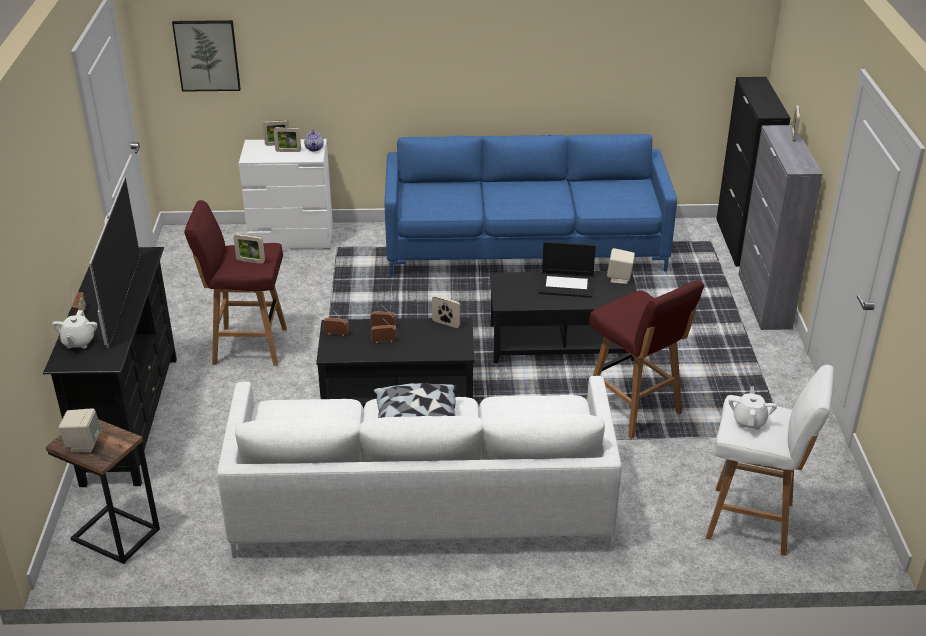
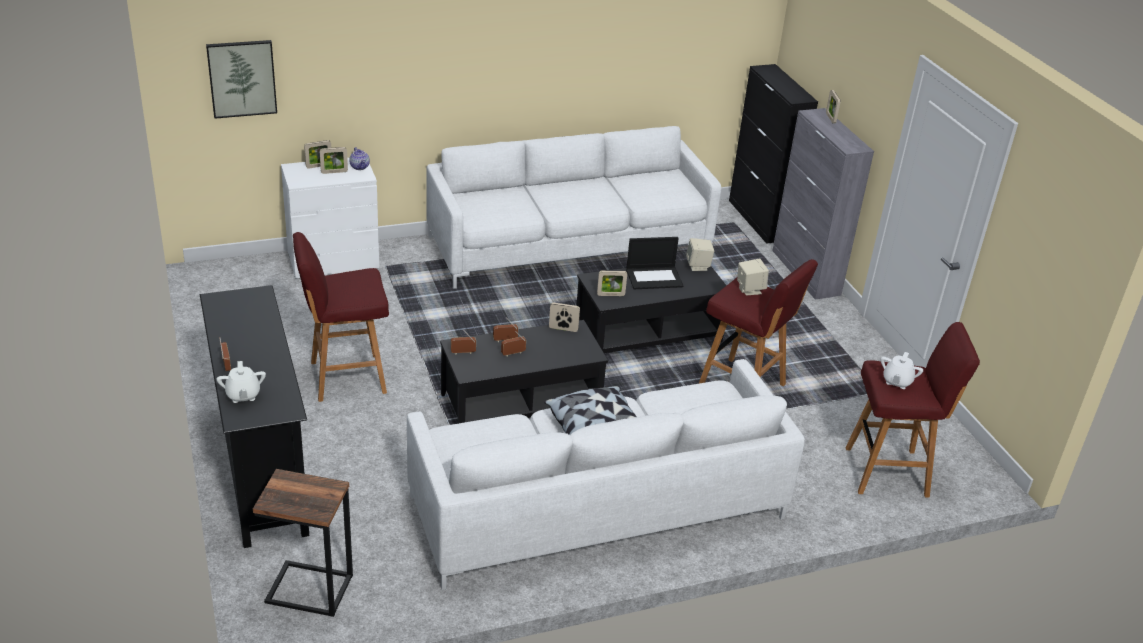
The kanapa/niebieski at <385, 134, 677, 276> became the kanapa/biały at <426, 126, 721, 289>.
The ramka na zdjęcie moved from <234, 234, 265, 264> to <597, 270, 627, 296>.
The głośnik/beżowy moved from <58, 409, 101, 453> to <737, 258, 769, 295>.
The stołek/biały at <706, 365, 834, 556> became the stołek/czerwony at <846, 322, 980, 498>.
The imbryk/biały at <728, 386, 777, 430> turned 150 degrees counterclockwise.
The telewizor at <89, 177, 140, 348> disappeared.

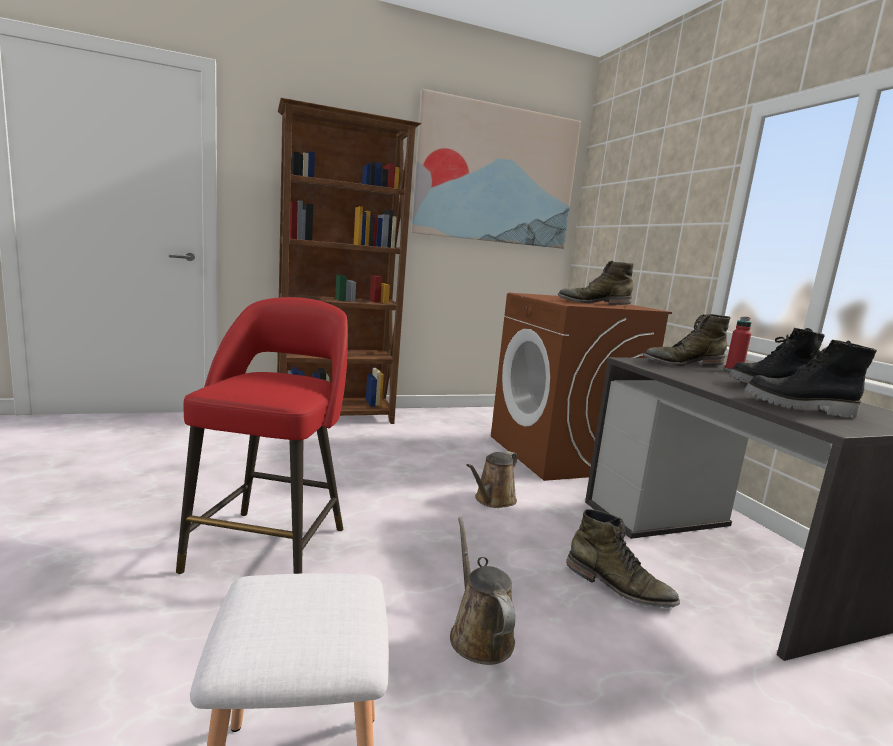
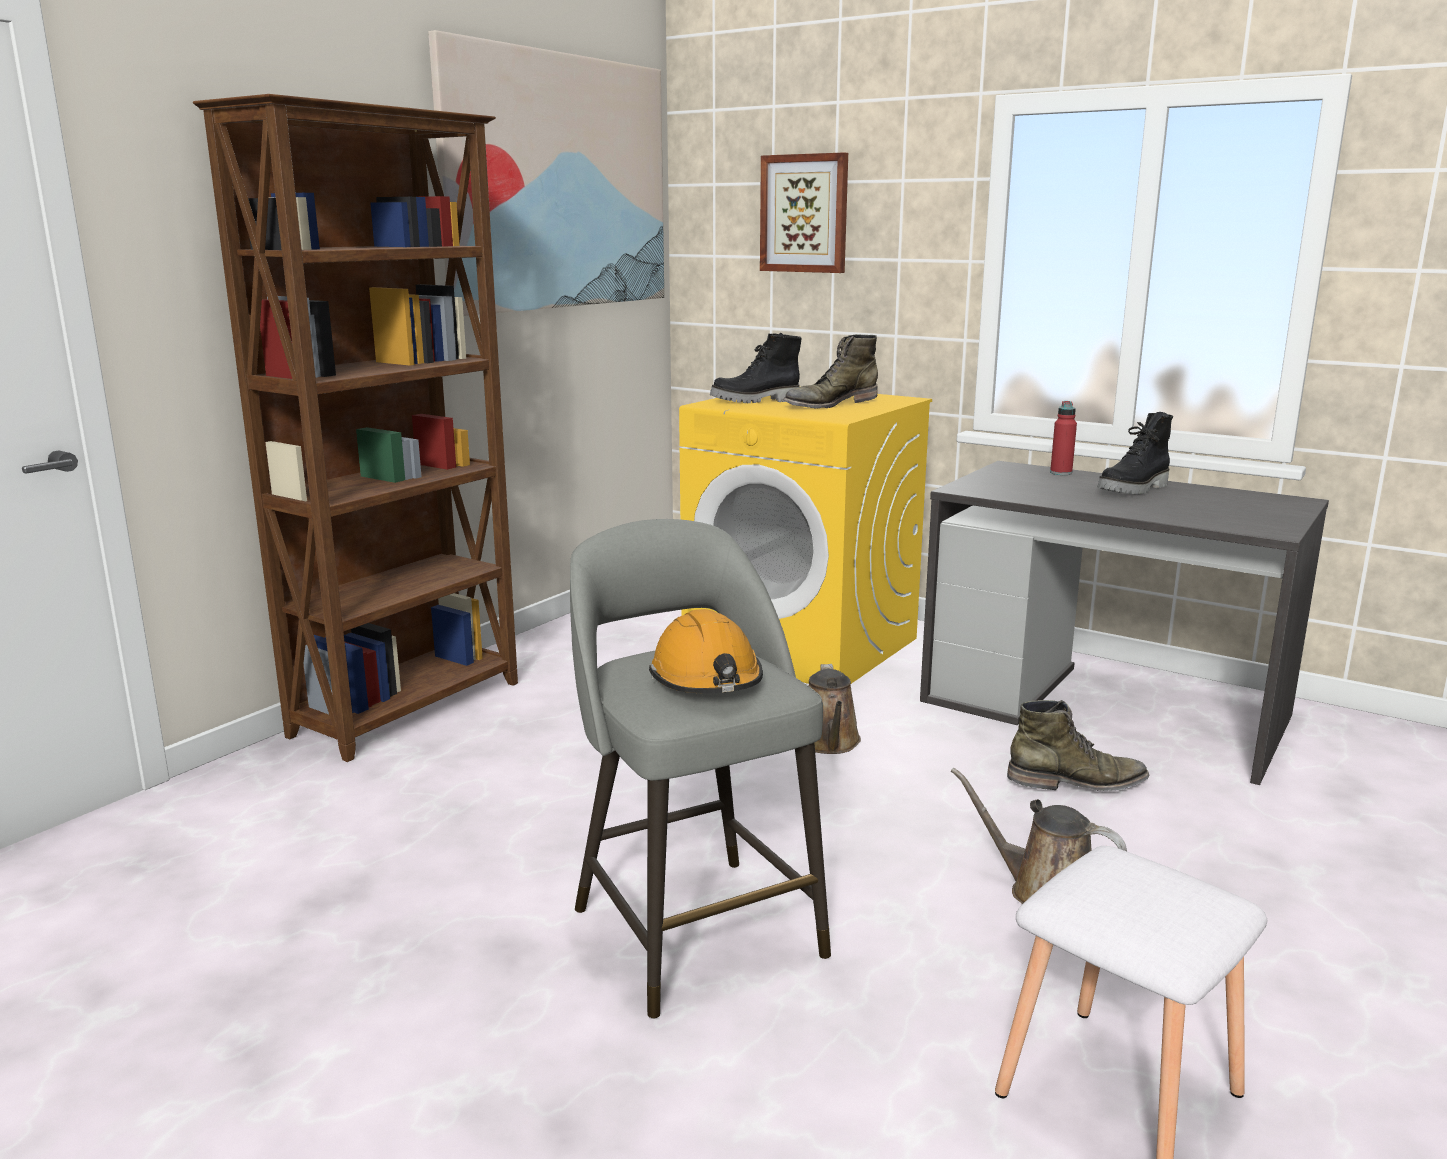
The stołek/czerwony at <176, 297, 348, 574> became the stołek/szary at <570, 519, 831, 1019>.
The kask/pomarańczowy at <649, 609, 763, 693> appeared.
The pralka/brązowy at <491, 293, 672, 481> became the pralka/żółty at <679, 394, 932, 684>.
The but z cholewką/czarny moved from <744, 339, 877, 418> to <710, 332, 802, 403>.
The obraz at <760, 152, 848, 273> appeared.
The but z cholewką/zielony at <643, 314, 730, 366> disappeared.

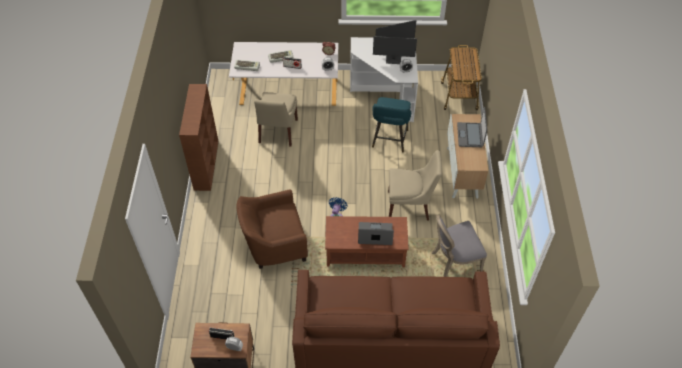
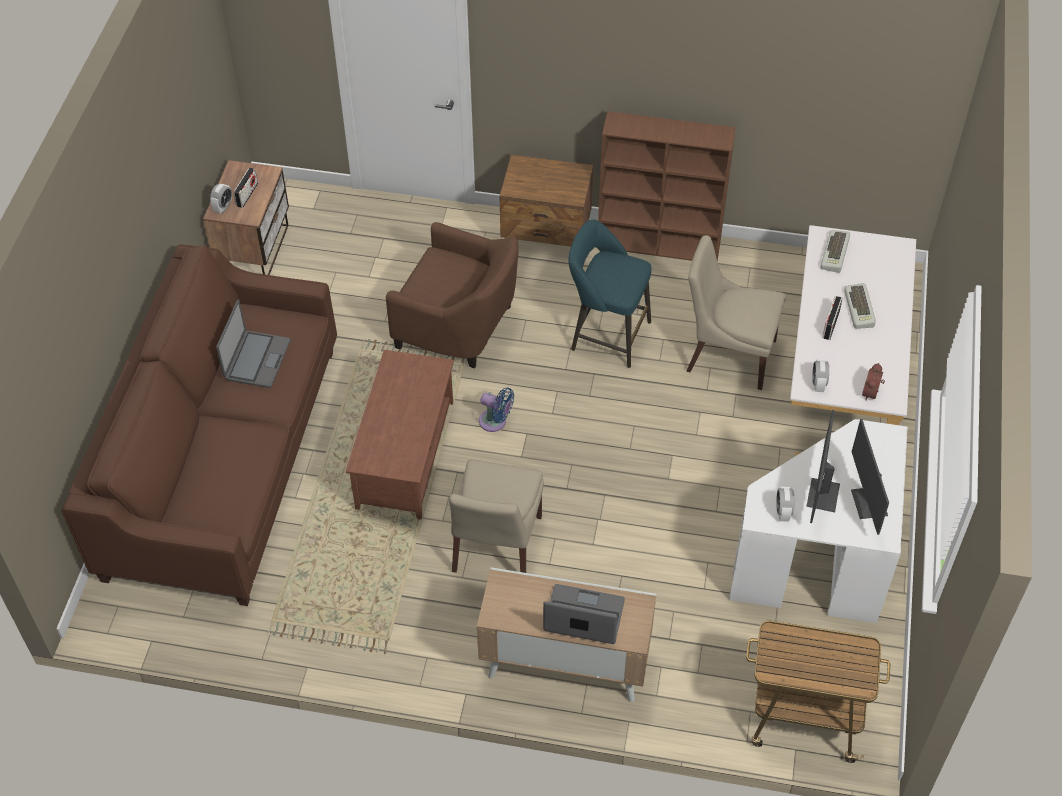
The laptop moved from <358, 222, 394, 245> to <216, 300, 290, 388>.
The fotel/brązowy at <237, 190, 308, 269> turned 120 degrees clockwise.
The szafka nocna/brązowy at <499, 155, 593, 247> appeared.
The stołek/turkusowy moved from <372, 97, 411, 152> to <568, 219, 651, 368>.
The krzesło/szary at <432, 215, 487, 277> disappeared.

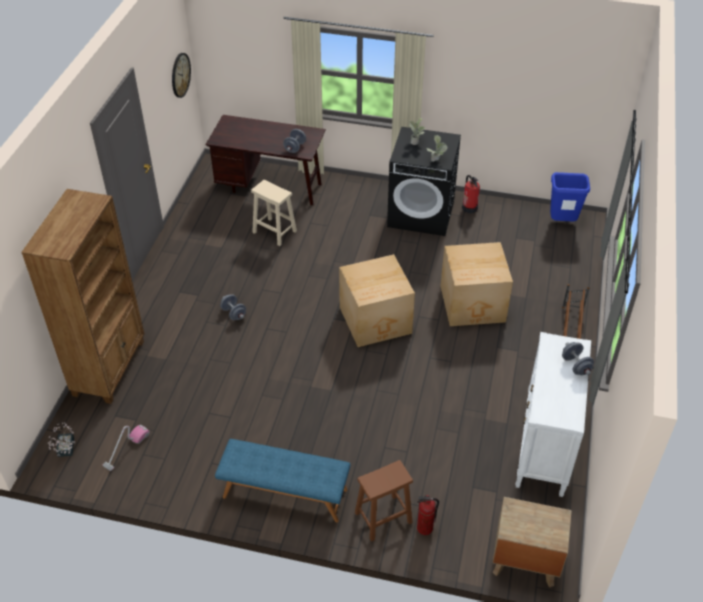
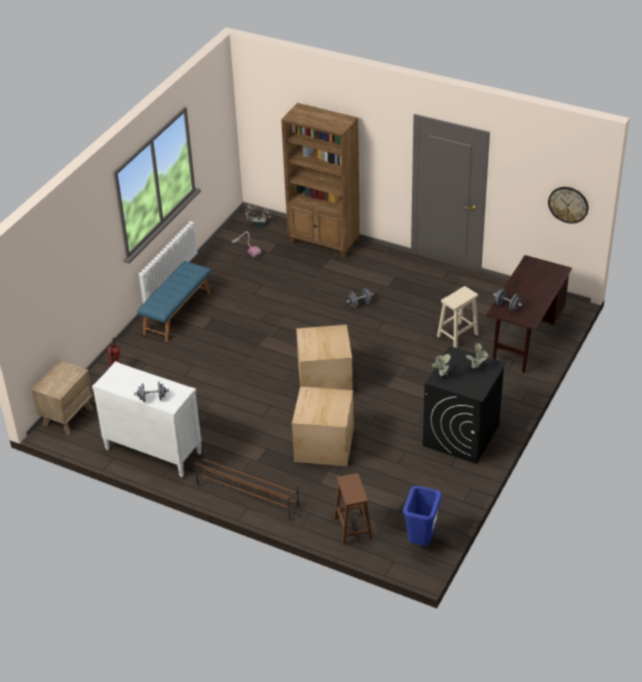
The stołek/brązowy moved from <355, 460, 413, 541> to <334, 473, 372, 545>.
The gaśnica at <462, 175, 480, 213> disappeared.

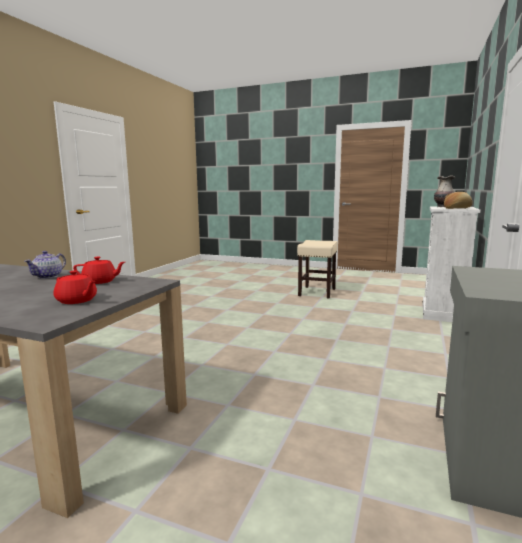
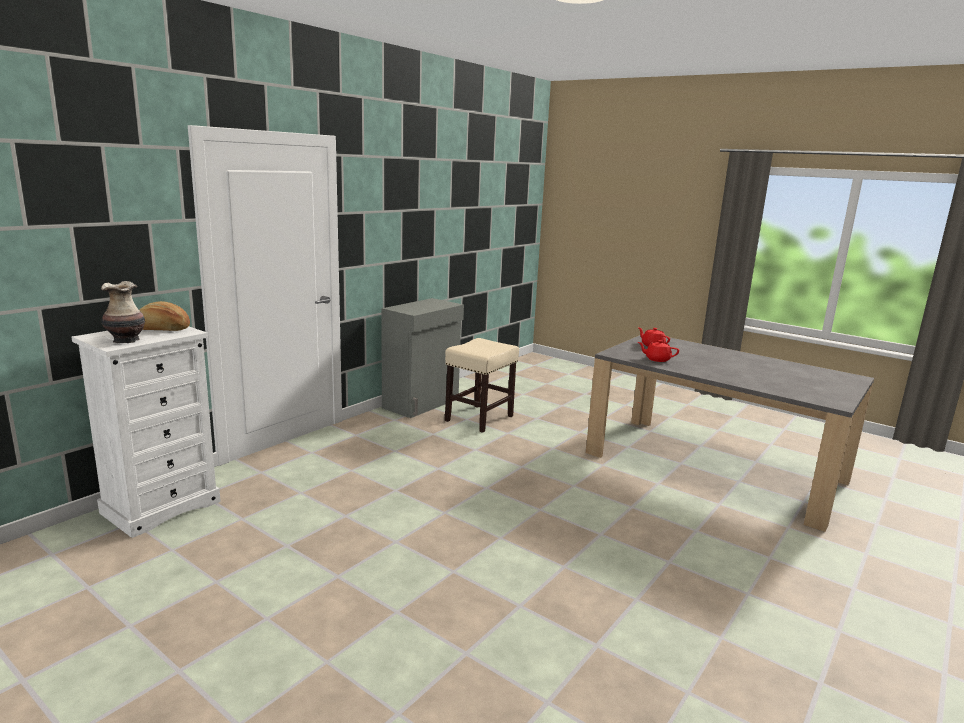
The stołek/beżowy moved from <297, 240, 338, 299> to <445, 338, 519, 433>.
The imbryk at <24, 251, 66, 279> disappeared.

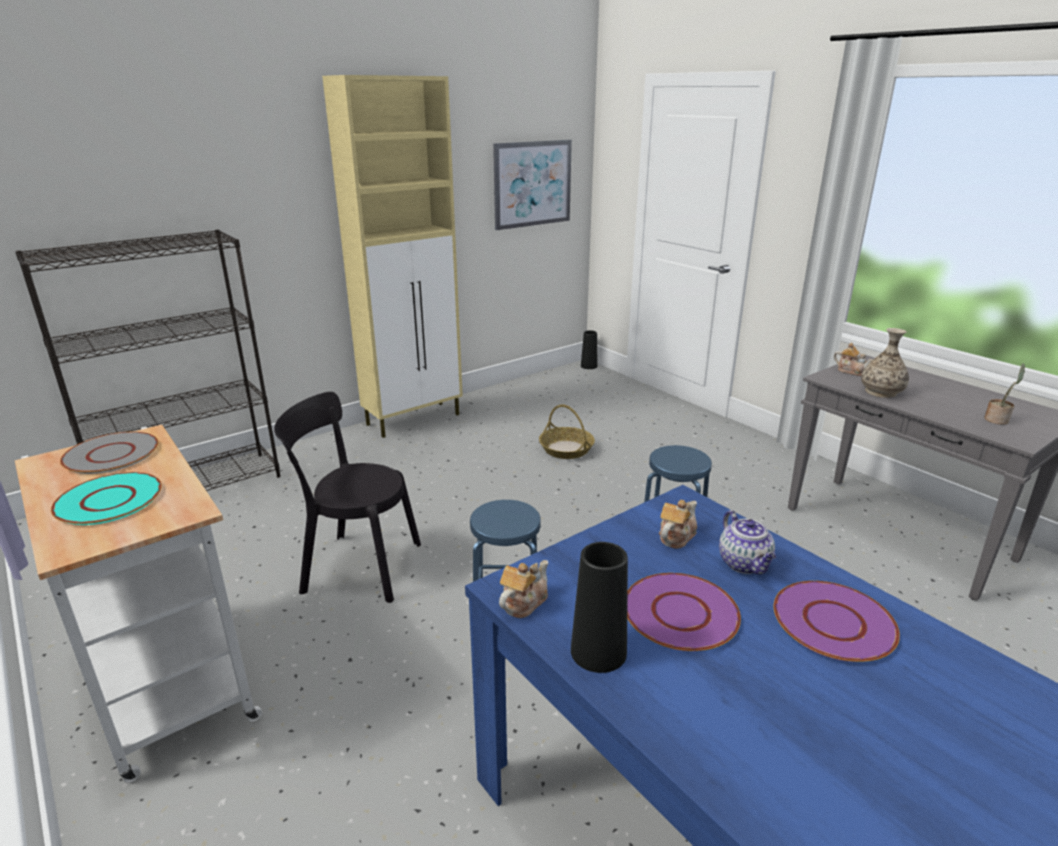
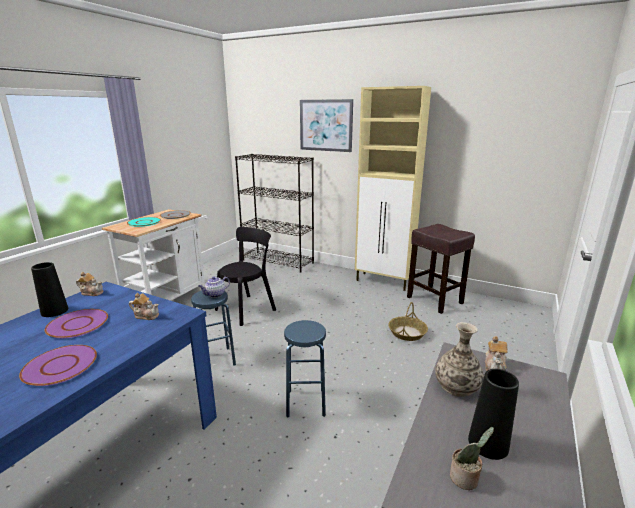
The imbryk moved from <719, 510, 776, 575> to <198, 277, 230, 298>.
The krzesło/czarny at <274, 392, 421, 603> turned 60 degrees clockwise.
The obraz moved from <493, 140, 572, 230> to <300, 99, 353, 152>.
The stołek/brązowy at <407, 224, 475, 314> appeared.
The wazon/czarny moved from <581, 330, 598, 369> to <468, 369, 519, 460>.

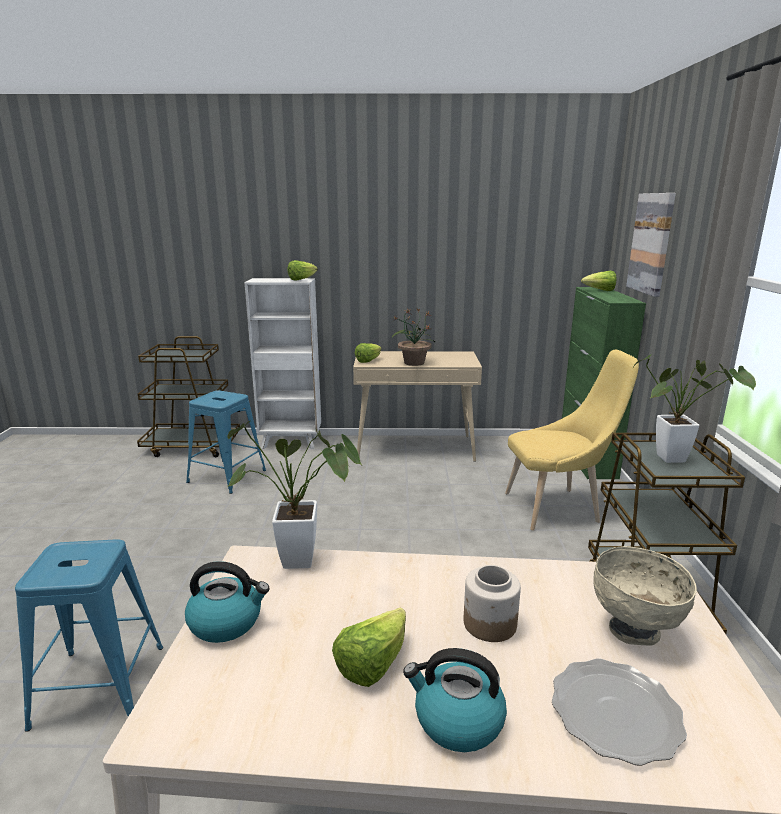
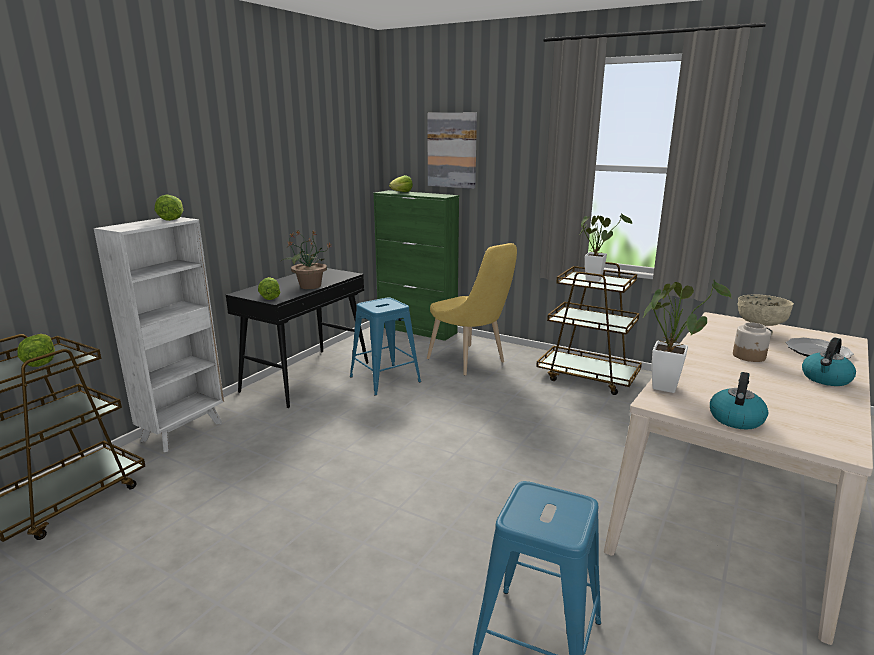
The sałata moved from <332, 607, 406, 687> to <17, 334, 55, 367>.
The stolik konsolowy/beżowy at <353, 351, 482, 462> became the stolik konsolowy/czarny at <226, 268, 369, 408>.
The stołek/niebieski moved from <186, 390, 266, 494> to <350, 297, 421, 396>.
The krzesło/żółty at <505, 349, 639, 531> turned 120 degrees clockwise.

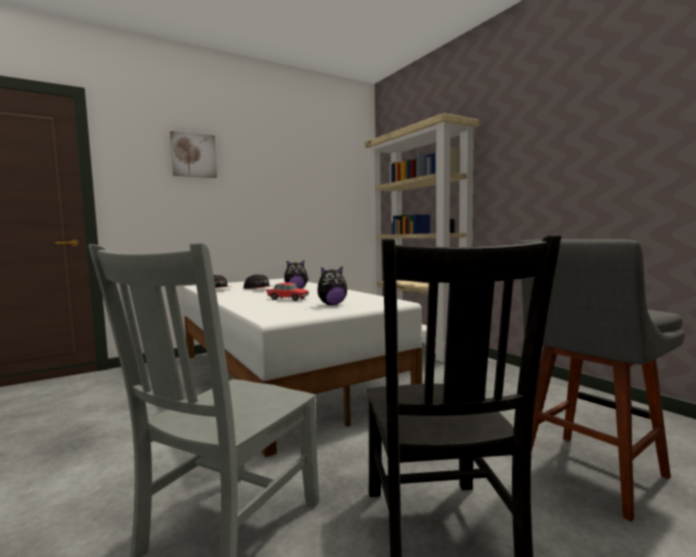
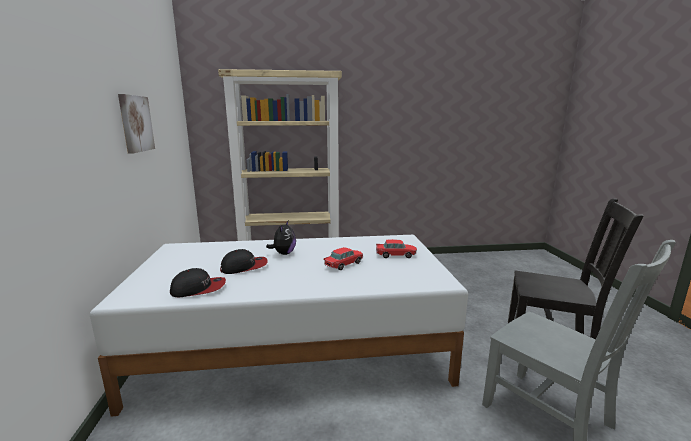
The obraz moved from <170, 131, 217, 178> to <118, 94, 155, 154>.
The pluszak at <317, 266, 347, 305> was replaced by the samochodzik at <376, 239, 417, 258>.
The stołek/szary at <519, 239, 685, 521> disappeared.

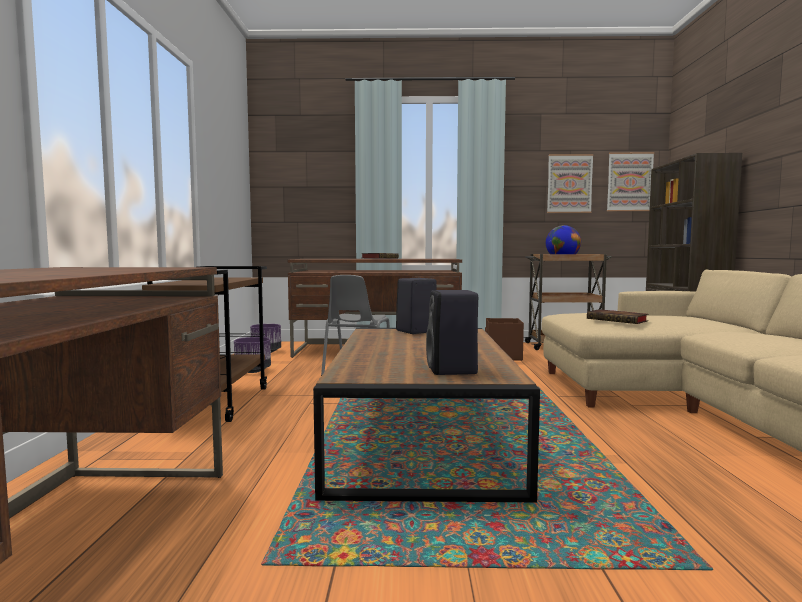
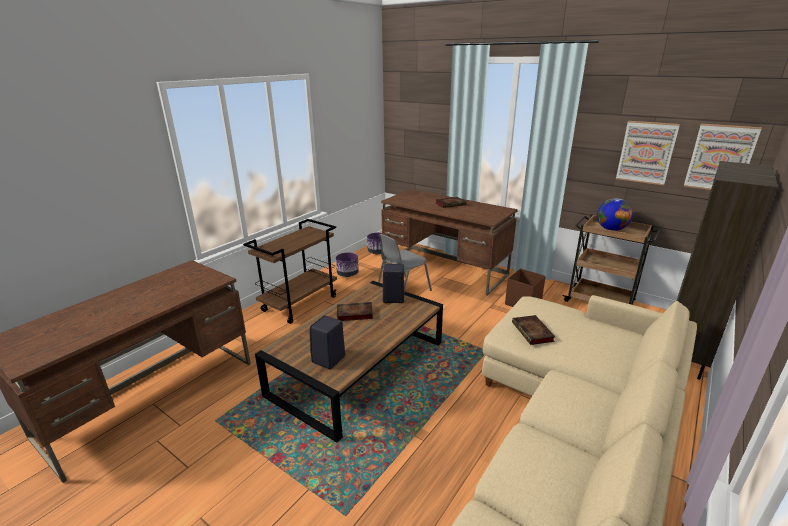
The książka at <337, 302, 373, 321> appeared.

